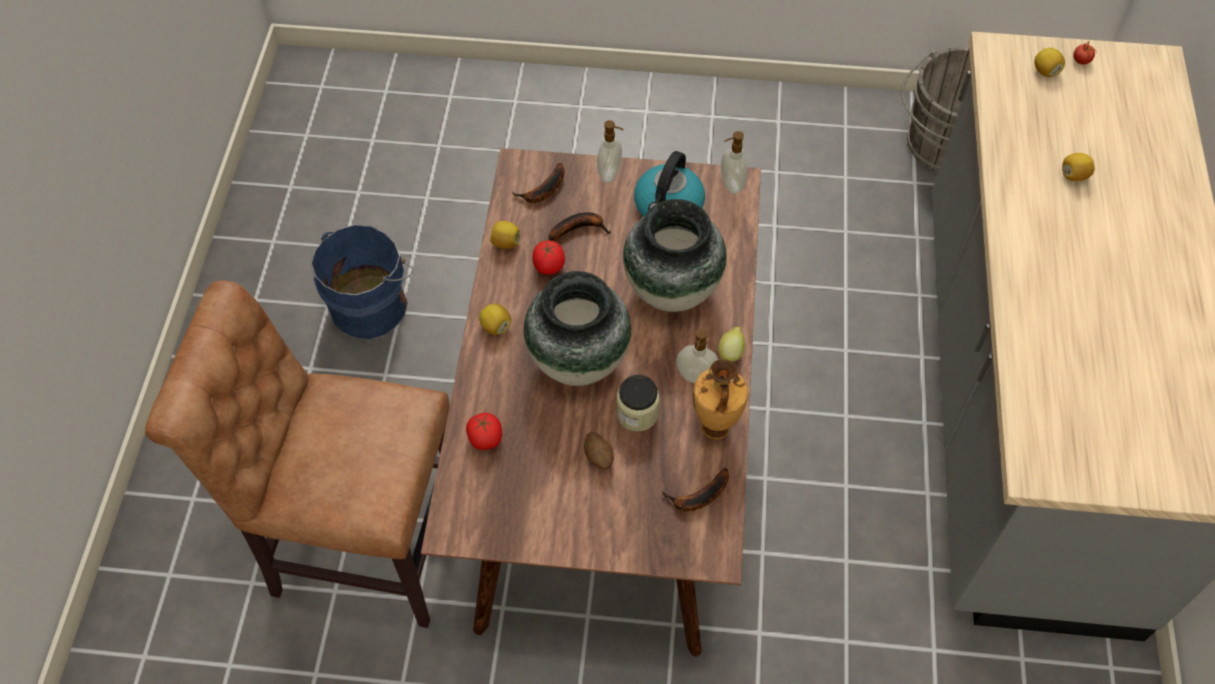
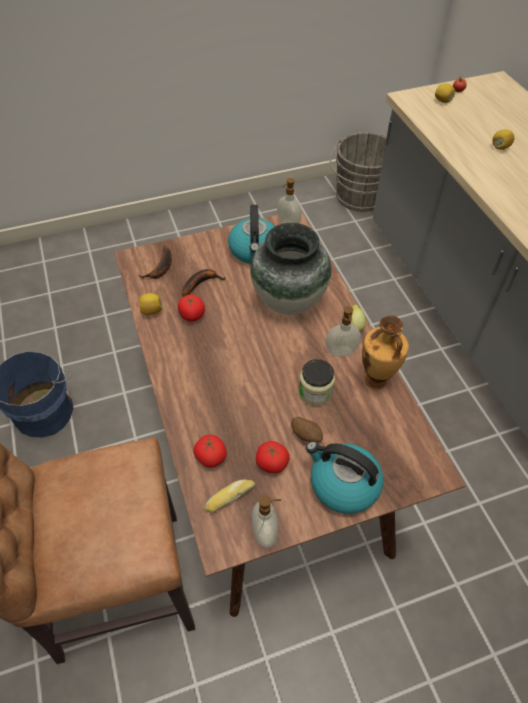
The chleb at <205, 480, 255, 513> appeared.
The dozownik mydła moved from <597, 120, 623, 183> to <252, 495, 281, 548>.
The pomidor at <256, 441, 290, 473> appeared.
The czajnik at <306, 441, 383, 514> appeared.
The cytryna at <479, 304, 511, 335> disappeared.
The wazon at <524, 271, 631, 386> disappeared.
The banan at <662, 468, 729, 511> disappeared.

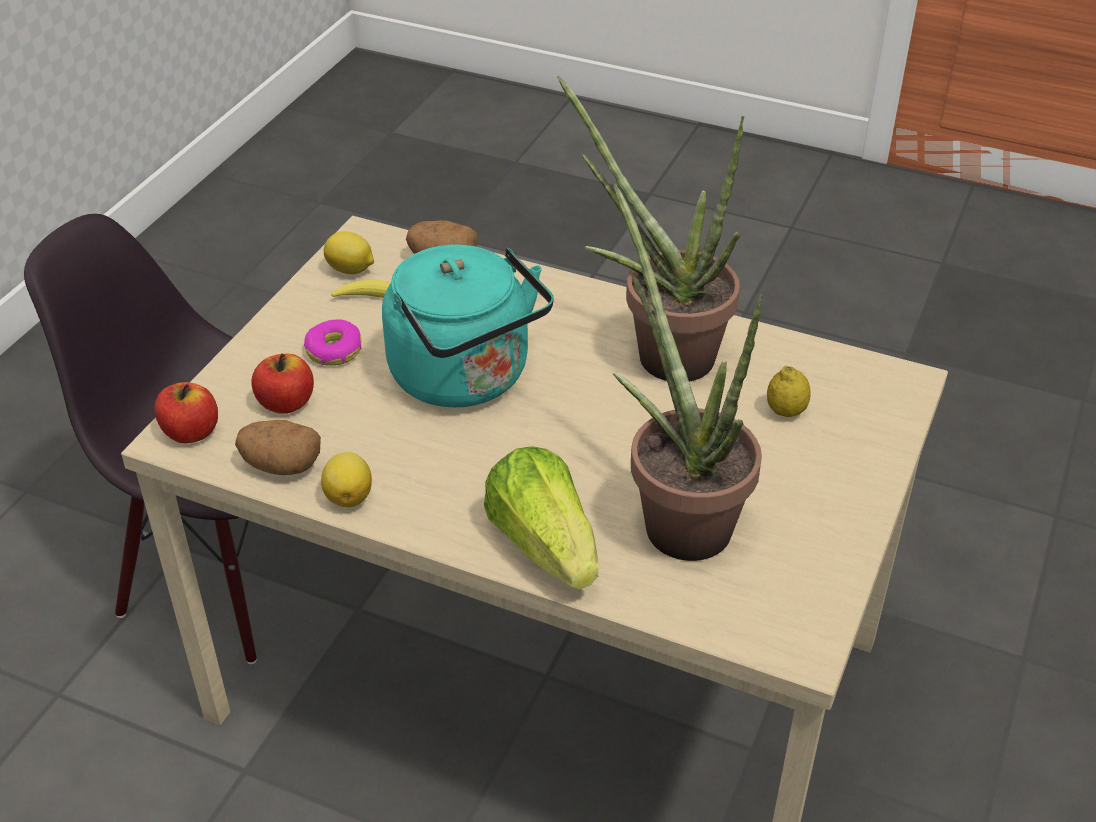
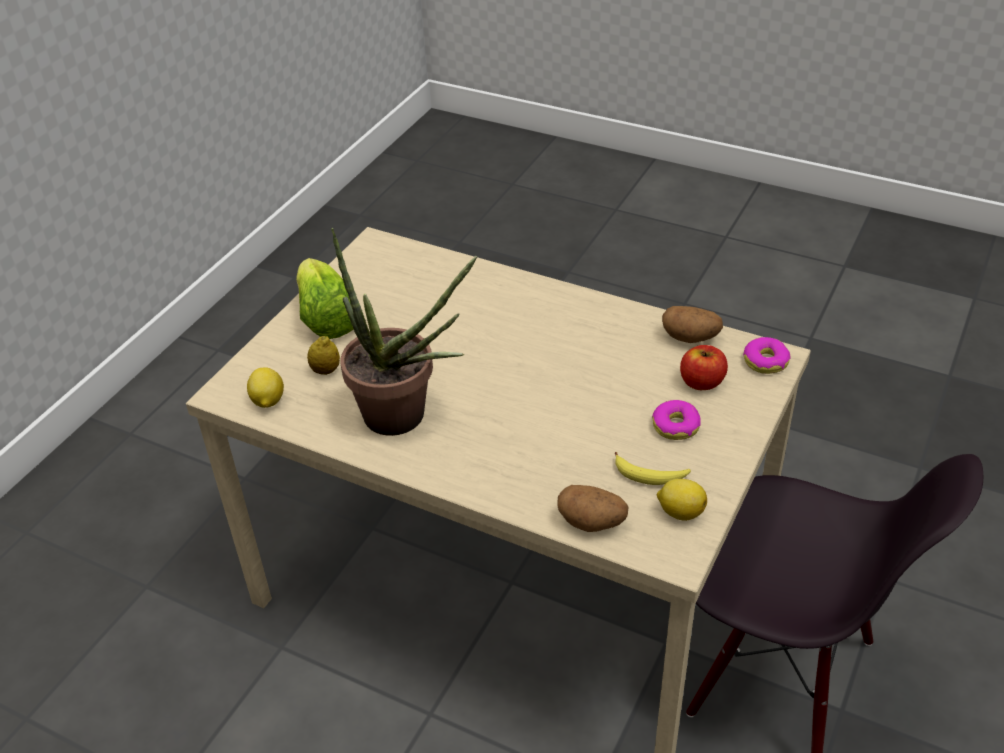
The cytryna moved from <321, 452, 372, 507> to <247, 367, 284, 408>.
The sałata moved from <484, 446, 598, 590> to <296, 258, 354, 339>.
The jabłko at <154, 382, 218, 443> was replaced by the donut at <743, 337, 791, 374>.
The czajnik/turkusowy at <382, 245, 554, 407> disappeared.
The roślina doniczkowa at <612, 184, 763, 561> disappeared.

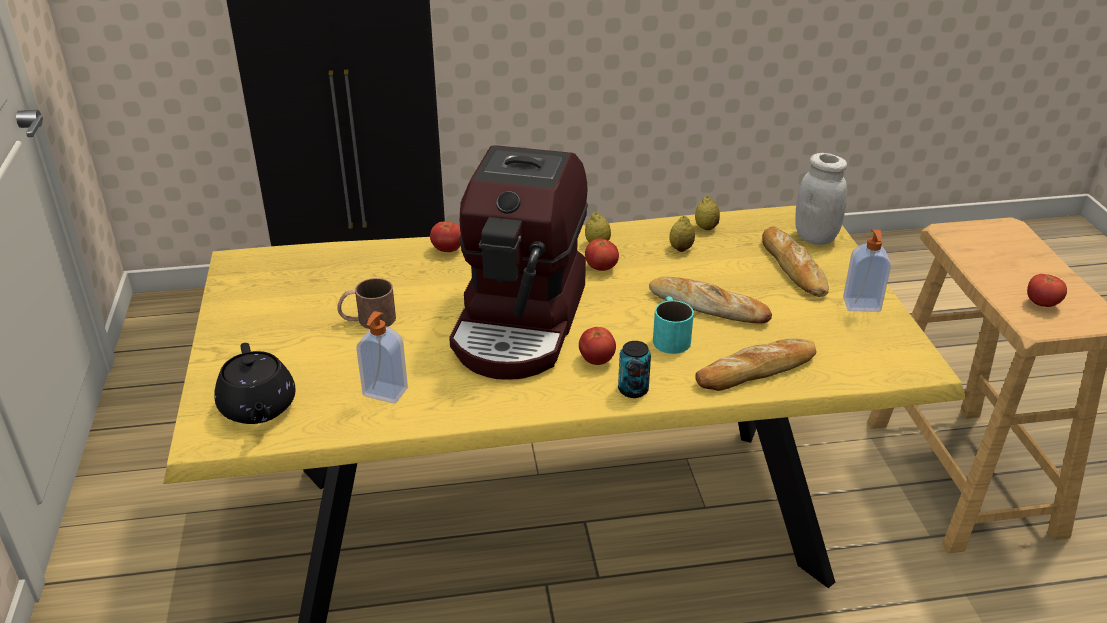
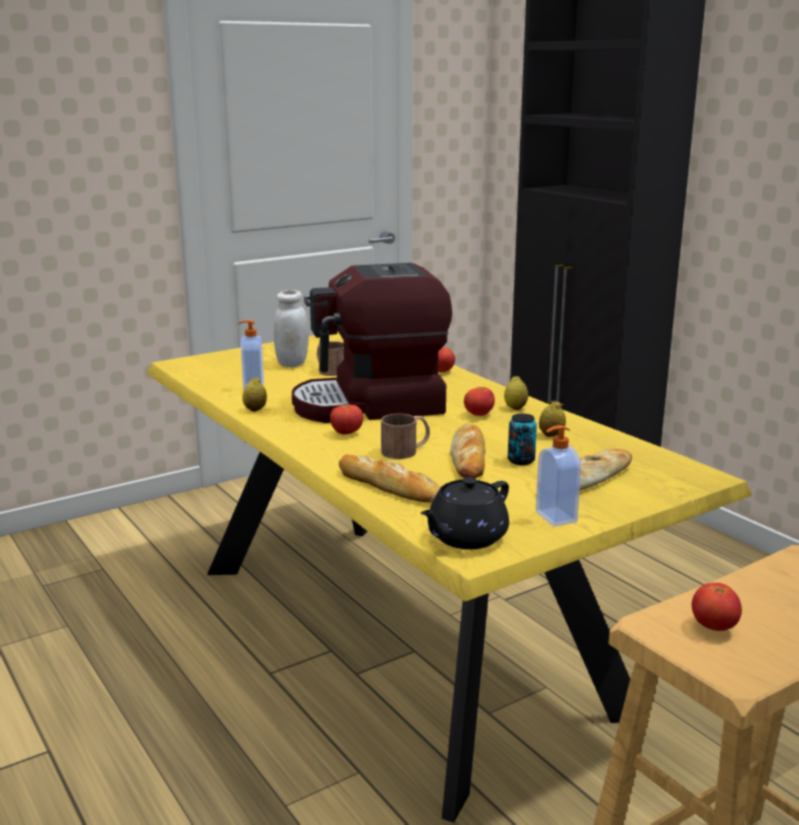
The cytryna moved from <695, 196, 720, 230> to <242, 377, 267, 412>.
The słoik/biały moved from <795, 153, 847, 245> to <274, 290, 309, 367>.
The kubek/turkusowy at <653, 296, 694, 354> became the kubek/brązowy at <381, 414, 430, 459>.
The imbryk/czarny moved from <214, 343, 296, 424> to <421, 477, 509, 549>.
The puszka moved from <618, 341, 651, 398> to <508, 413, 537, 465>.

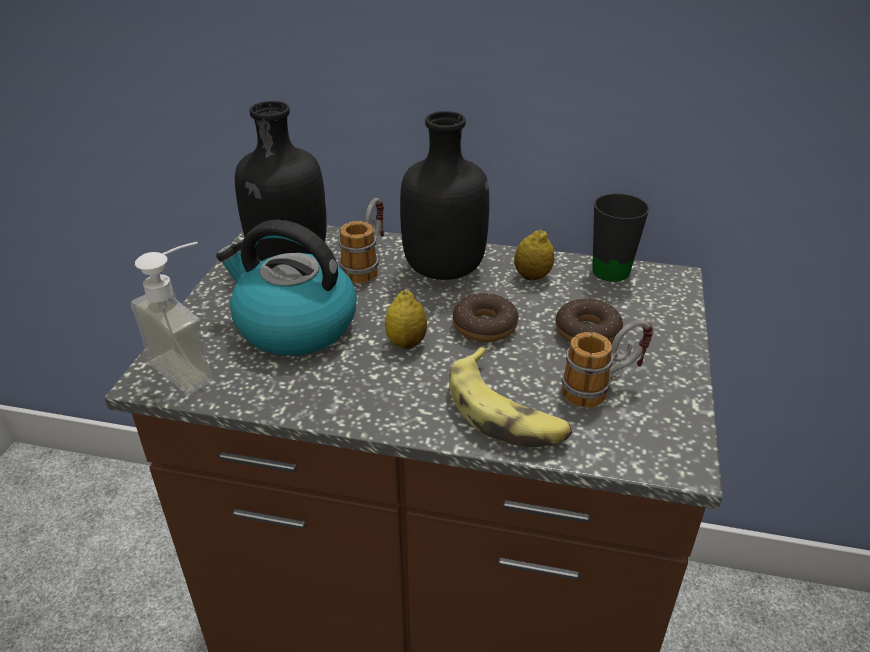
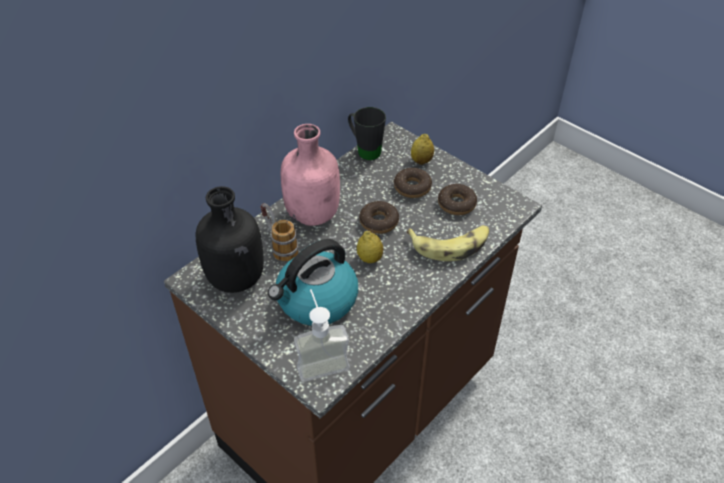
The butelka/czarny at <400, 111, 489, 280> became the butelka/różowy at <281, 124, 340, 226>.
The cytryna moved from <514, 229, 554, 280> to <411, 134, 434, 165>.
The kubek at <561, 320, 653, 408> was replaced by the donut at <438, 184, 477, 215>.

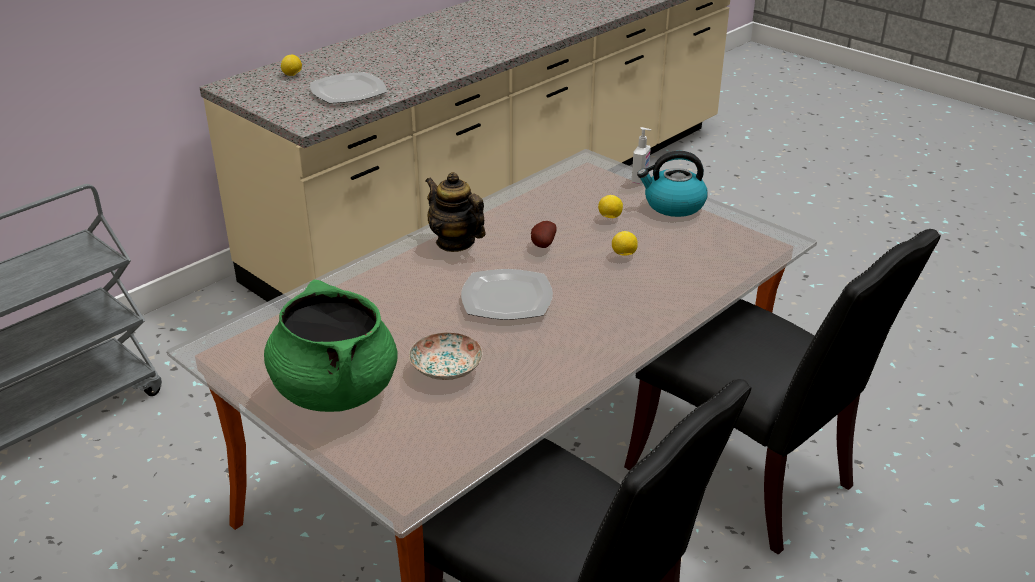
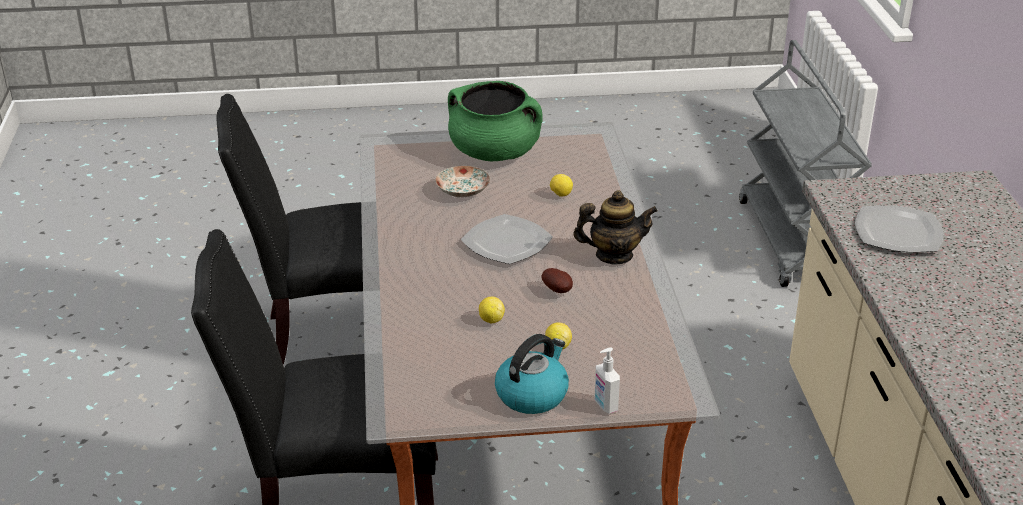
The cytryna moved from <281, 54, 302, 76> to <550, 174, 573, 196>.

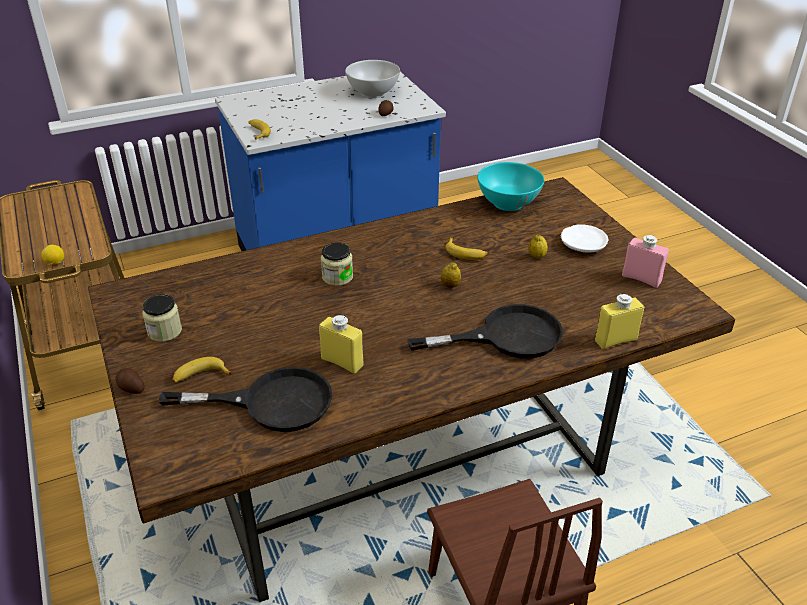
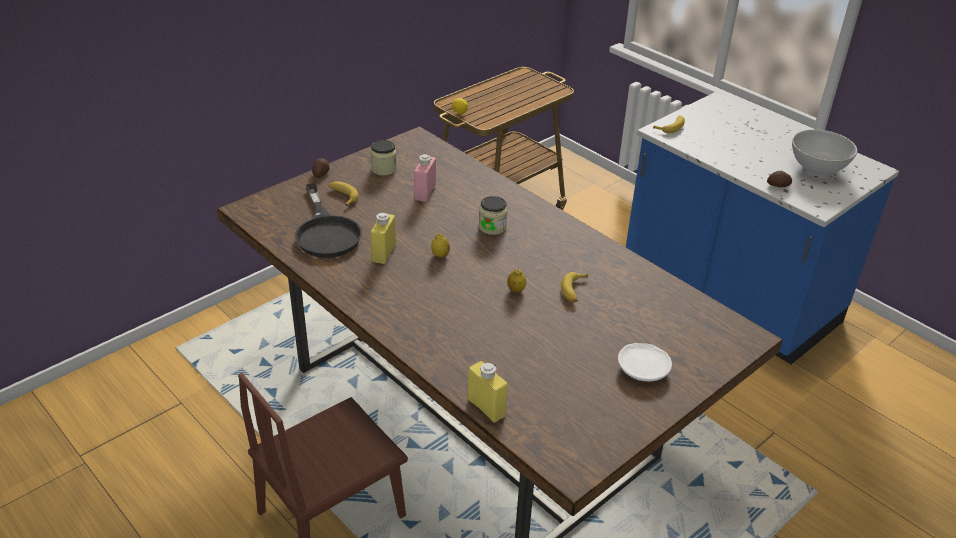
The butelka/różowy moved from <622, 235, 669, 288> to <414, 154, 436, 202>.
The cytryna moved from <528, 235, 548, 258> to <431, 233, 450, 257>.
The patelnia/czarny at <407, 304, 563, 359> disappeared.
The miska/turkusowy at <477, 162, 544, 211> disappeared.

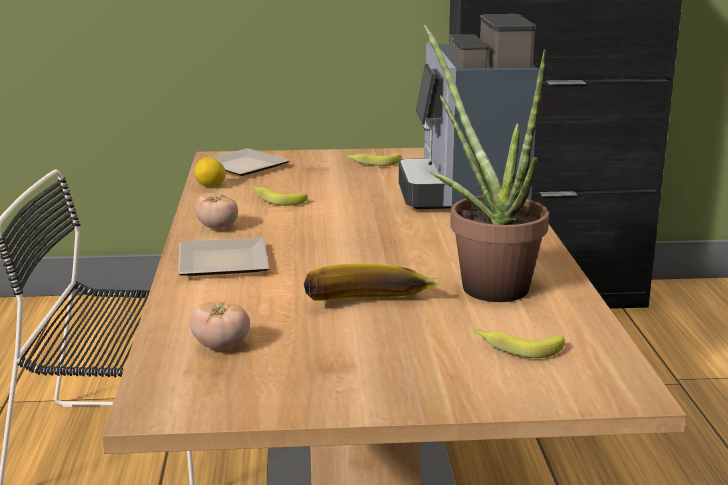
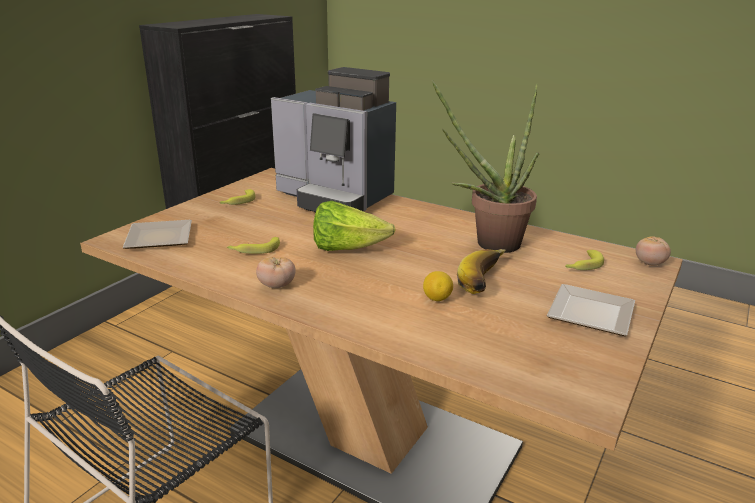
The sałata at <313, 201, 396, 251> appeared.
The cytryna moved from <194, 157, 226, 187> to <423, 271, 453, 301>.
The talerz moved from <178, 237, 269, 276> to <547, 284, 635, 336>.
The pomidor moved from <190, 302, 250, 349> to <636, 236, 671, 265>.

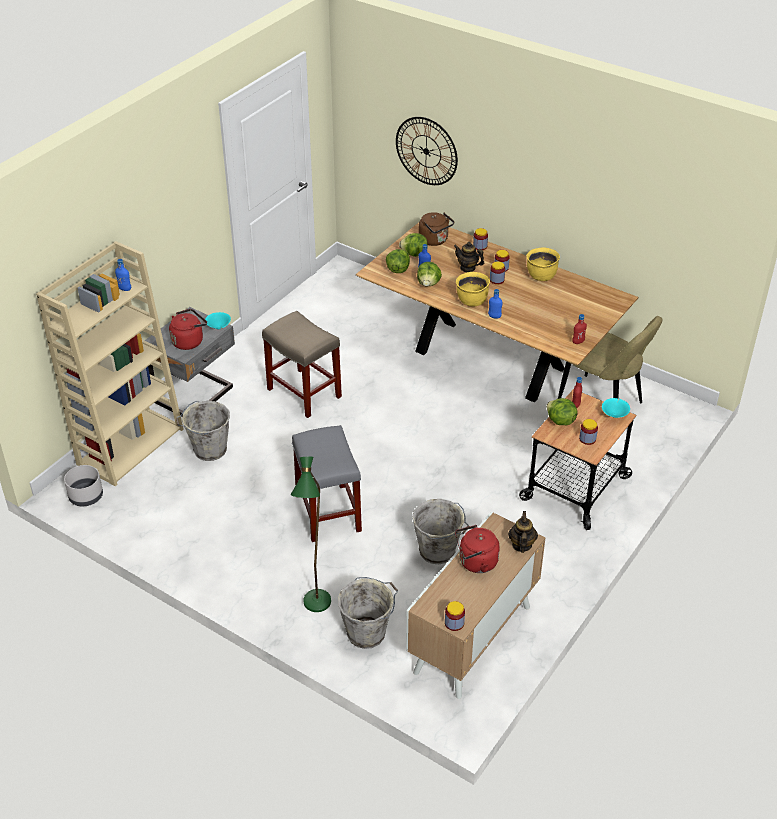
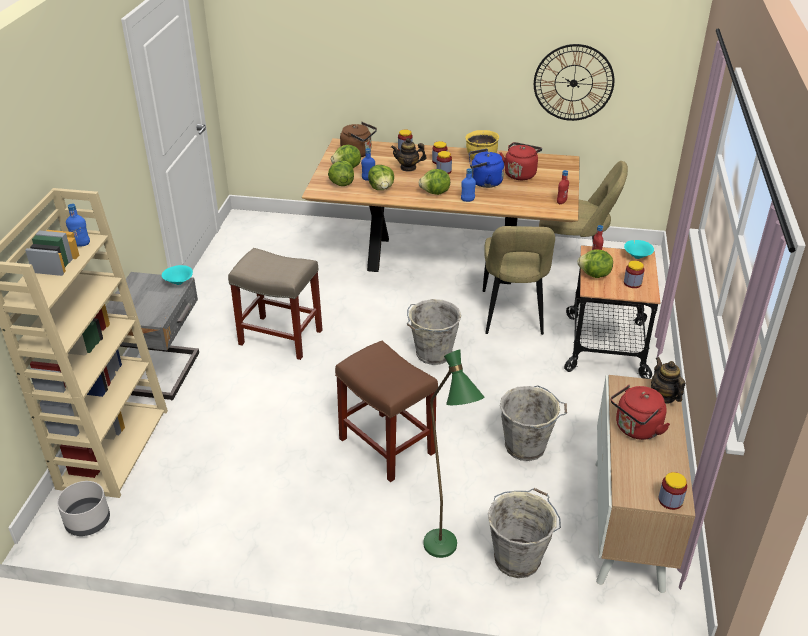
The stołek/szary at <292, 425, 362, 542> became the stołek/brązowy at <335, 341, 438, 482>.
The wiadro/szary moved from <176, 401, 230, 461> to <407, 299, 462, 365>.
The garnek/żółty at <456, 272, 490, 307> was replaced by the sałata at <419, 169, 450, 195>.
The czajnik/niebieski at <469, 149, 504, 188> appeared.
The krzesło/beżowy at <483, 226, 555, 335> appeared.
The czajnik/czerwony moved from <169, 309, 207, 350> to <499, 142, 542, 180>.
The zegar ścienny moved from <396, 117, 458, 185> to <534, 44, 614, 121>.

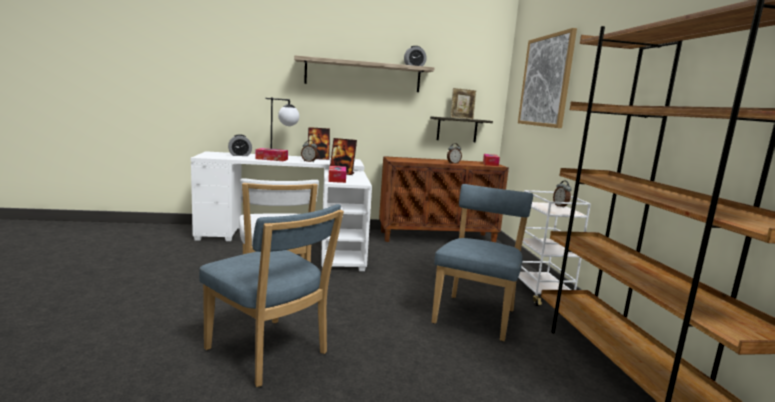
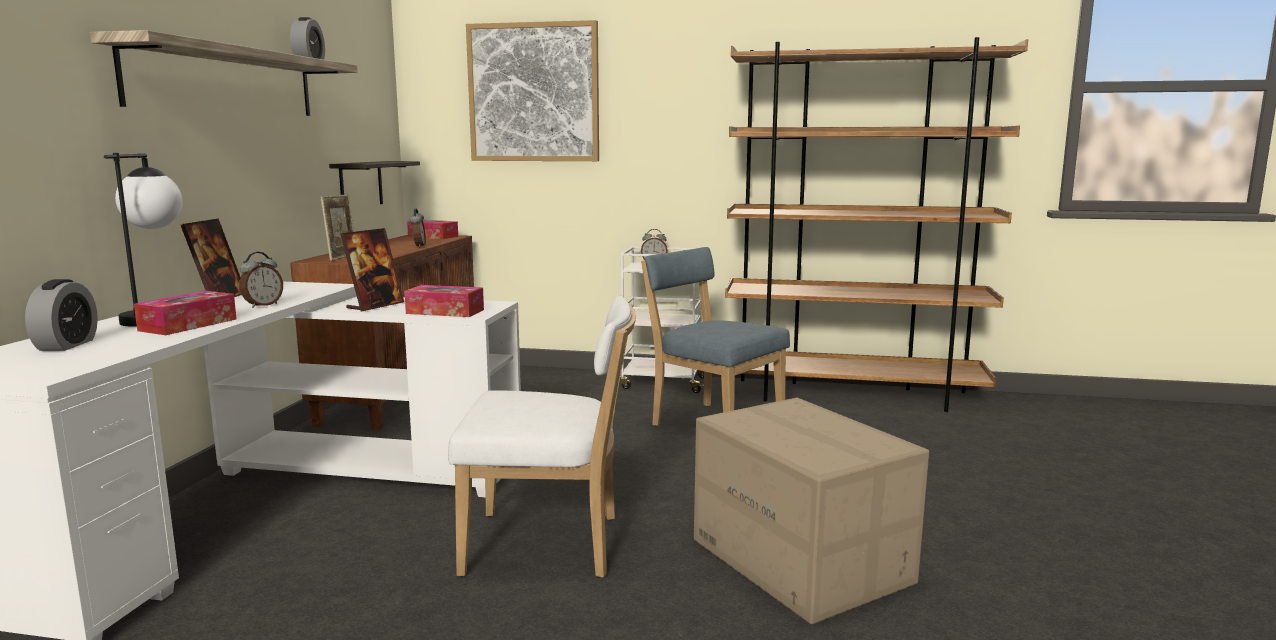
The ramka na zdjęcie moved from <450, 88, 476, 119> to <321, 194, 354, 261>.
The krzesło/niebieski at <199, 204, 344, 387> was replaced by the karton at <694, 398, 929, 624>.

